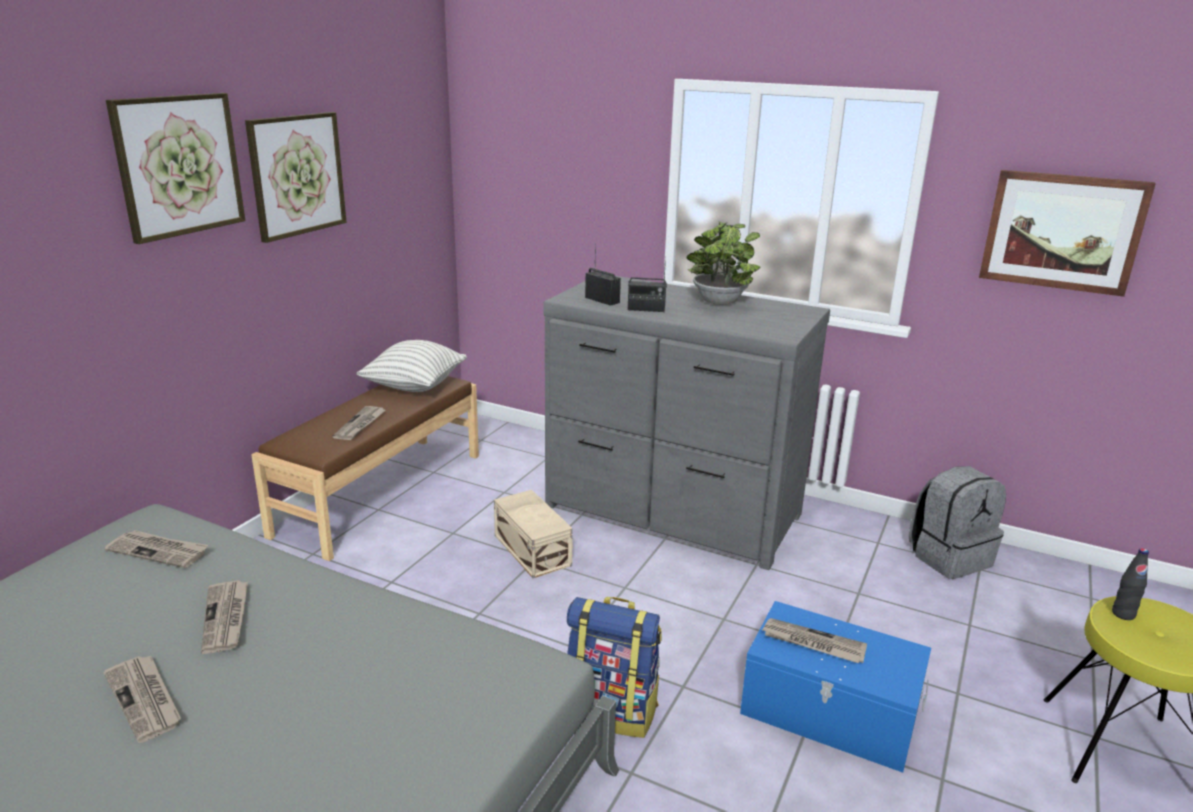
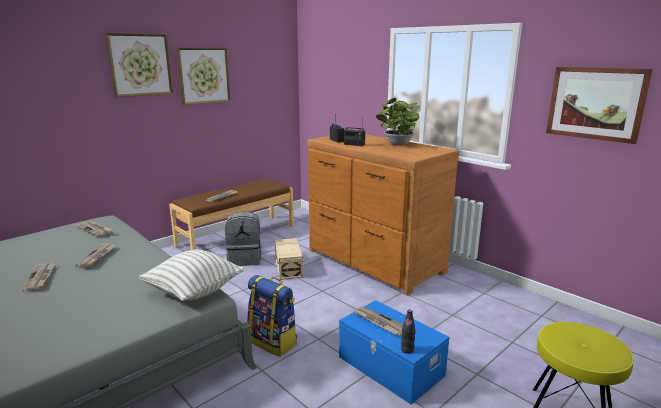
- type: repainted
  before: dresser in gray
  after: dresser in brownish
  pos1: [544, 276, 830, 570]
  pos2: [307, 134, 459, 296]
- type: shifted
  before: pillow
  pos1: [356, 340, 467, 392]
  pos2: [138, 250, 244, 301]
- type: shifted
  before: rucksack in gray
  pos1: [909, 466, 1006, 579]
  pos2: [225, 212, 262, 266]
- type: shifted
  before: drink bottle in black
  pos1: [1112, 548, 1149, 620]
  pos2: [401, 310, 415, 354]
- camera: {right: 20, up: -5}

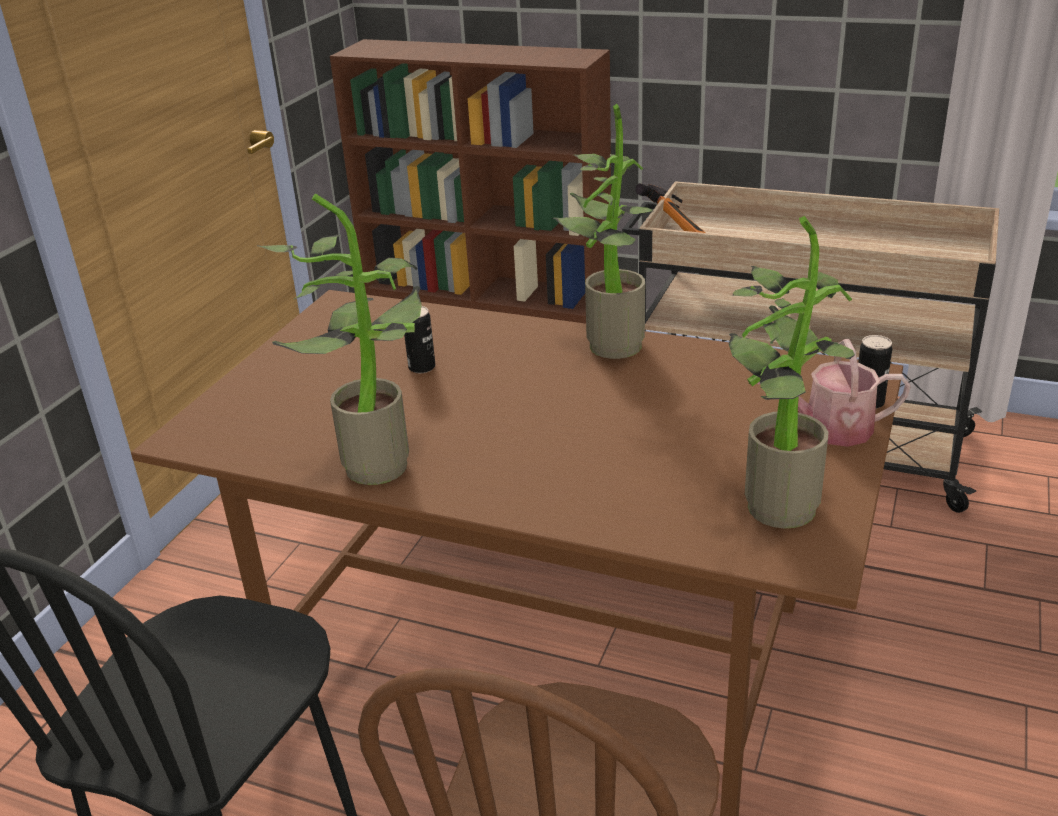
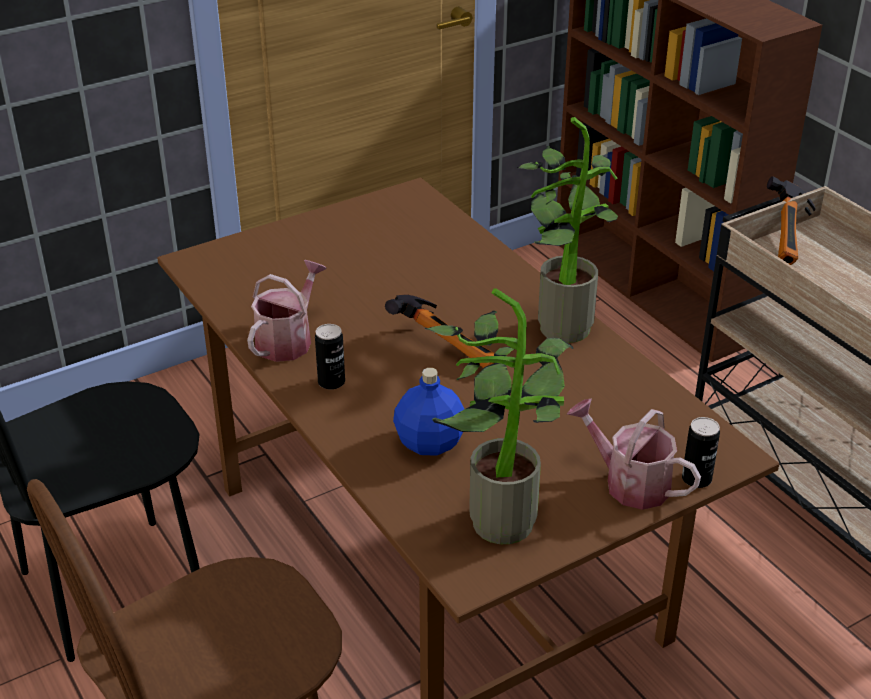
- type: swapped
  before: potted plant
  after: watering pot
  pos1: [257, 194, 422, 485]
  pos2: [247, 260, 327, 362]
- type: shifted
  before: sealed can
  pos1: [404, 306, 435, 373]
  pos2: [315, 324, 345, 390]
- type: new
  after: hand hammer
  pos2: [385, 294, 494, 368]
- type: new
  after: drink bottle in bluish
  pos2: [393, 368, 464, 456]
- camera: {right: 35, up: 5}

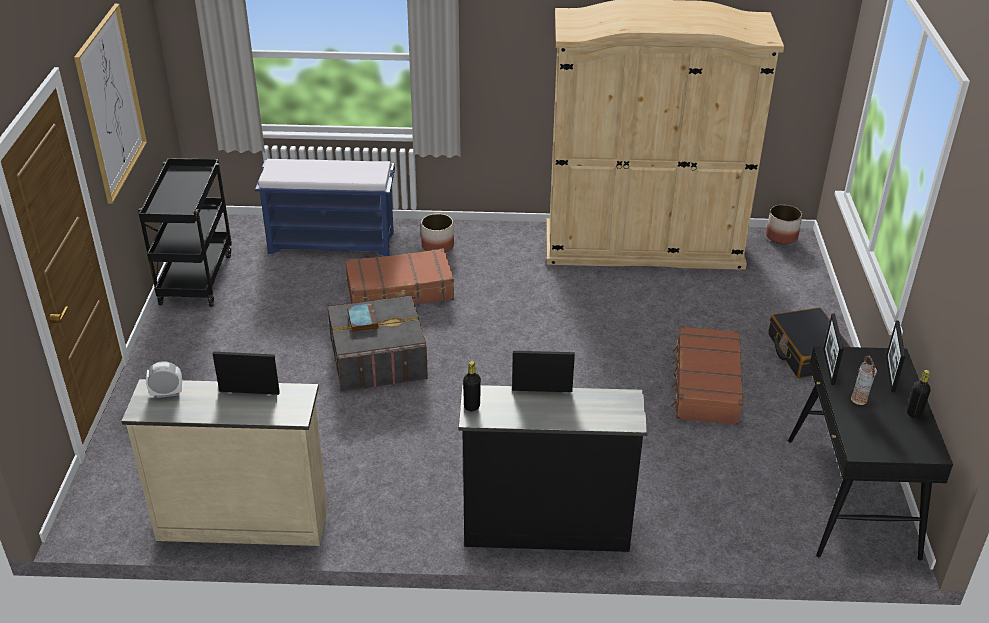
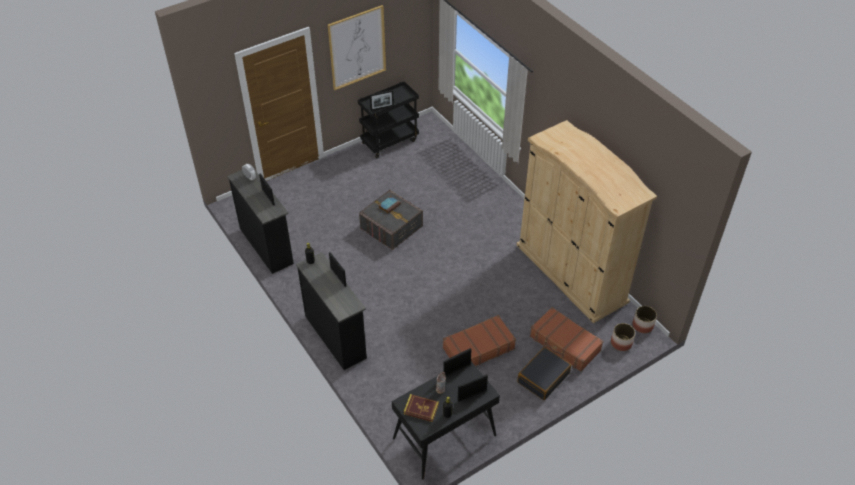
- type: gone
  before: bench in bluish
  pos1: [255, 159, 395, 256]
- type: shifted
  before: planter
  pos1: [421, 214, 454, 253]
  pos2: [611, 323, 635, 351]
- type: shifted
  before: piece of luggage in brownish
  pos1: [345, 248, 454, 305]
  pos2: [530, 307, 603, 372]
- type: repainted
  before: dresser in beige-coloured
  after: dresser in black
  pos1: [121, 379, 328, 546]
  pos2: [228, 170, 294, 274]
- type: new
  after: picture frame
  pos2: [370, 90, 394, 111]
- type: new
  after: volume
  pos2: [403, 394, 439, 422]
- camera: {right: 55, up: 10}

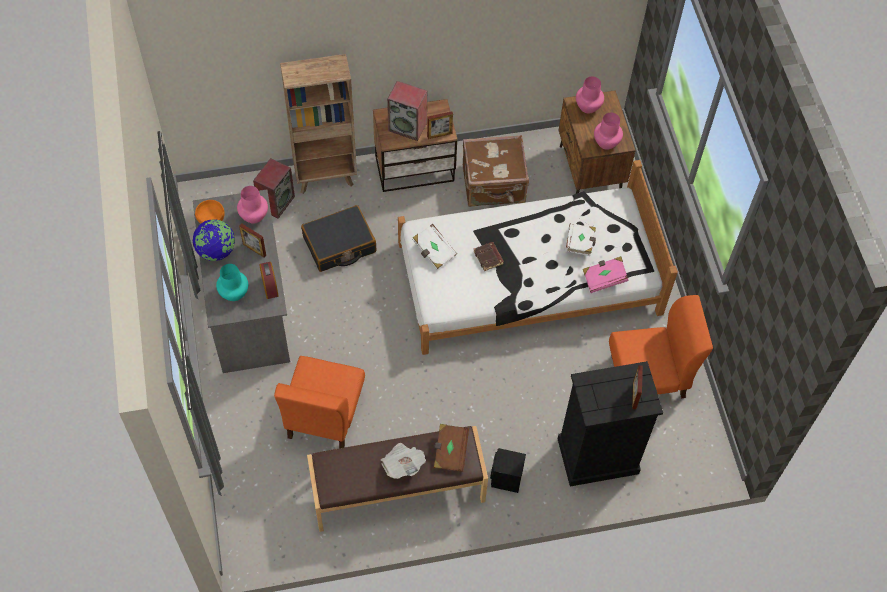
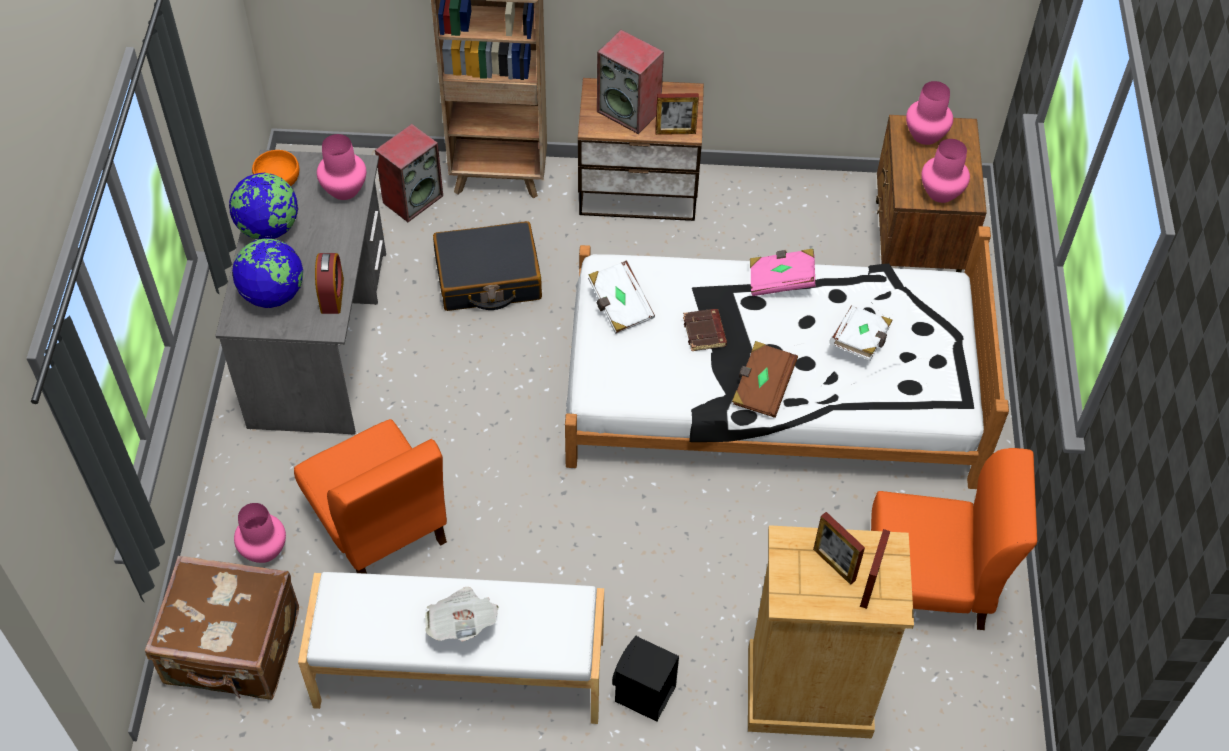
- type: shifted
  before: piece of luggage in brownish
  pos1: [463, 135, 529, 207]
  pos2: [145, 556, 299, 700]
- type: shifted
  before: picture frame
  pos1: [239, 223, 266, 257]
  pos2: [813, 512, 865, 585]
- type: shifted
  before: volume in pink-coloured
  pos1: [583, 256, 629, 293]
  pos2: [750, 249, 816, 296]
- type: swapped
  before: decorative vase in turquoise
  after: globe
  pos1: [216, 264, 248, 301]
  pos2: [232, 238, 303, 308]
- type: rotated
  before: plain chair in orange-coloured
  pos1: [274, 356, 365, 448]
  pos2: [294, 419, 447, 574]
  turn: -60
- type: repainted
  before: dresser in black
  after: dresser in beige-coloured
  pos1: [557, 361, 663, 486]
  pos2: [748, 525, 914, 738]
- type: shifted
  before: volume in brownish
  pos1: [434, 424, 469, 472]
  pos2: [732, 341, 798, 418]
- type: repainted
  before: bench in brownish
  after: bench in white
  pos1: [307, 426, 488, 532]
  pos2: [298, 572, 604, 724]
- type: new
  after: decorative vase in pink-coloured
  pos2: [234, 503, 286, 563]
- camera: {right: 15, up: -5}

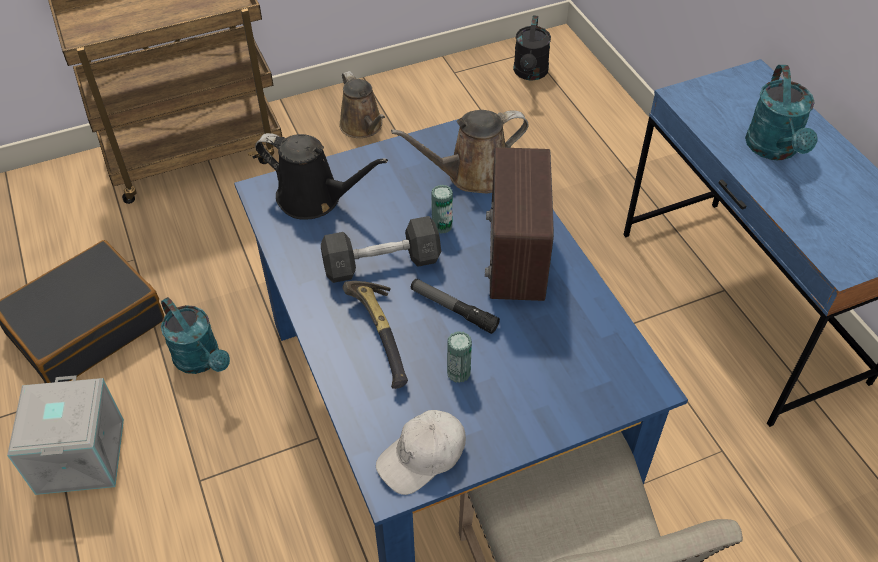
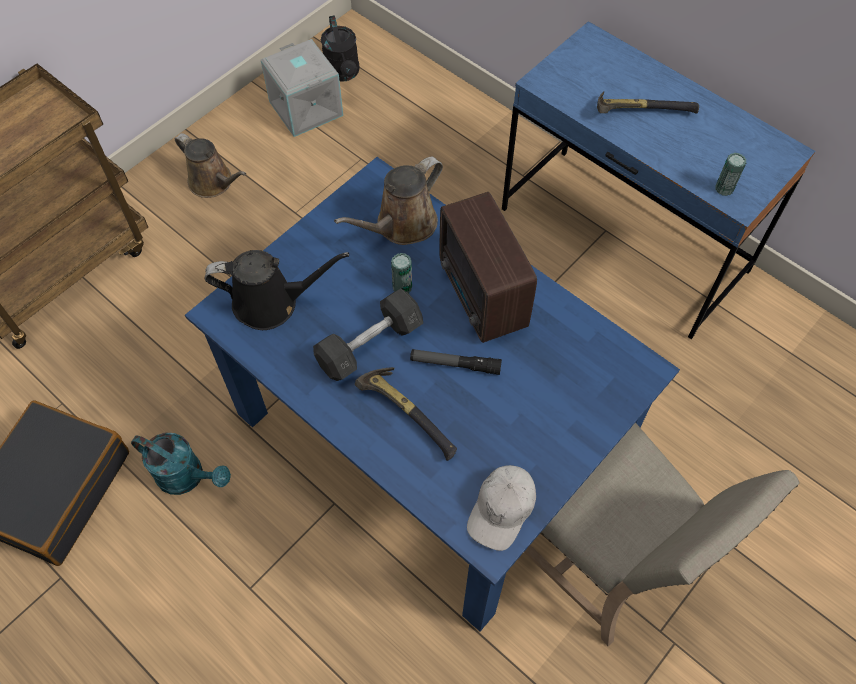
- type: swapped
  before: watering pot in turquoise
  after: hand hammer
  pos1: [745, 65, 818, 160]
  pos2: [597, 91, 699, 113]
- type: shifted
  before: sealed can
  pos1: [447, 331, 472, 383]
  pos2: [715, 153, 746, 196]
- type: shifted
  before: storage container in gray
  pos1: [7, 375, 124, 495]
  pos2: [261, 39, 343, 137]
- camera: {right: -25, up: 10}

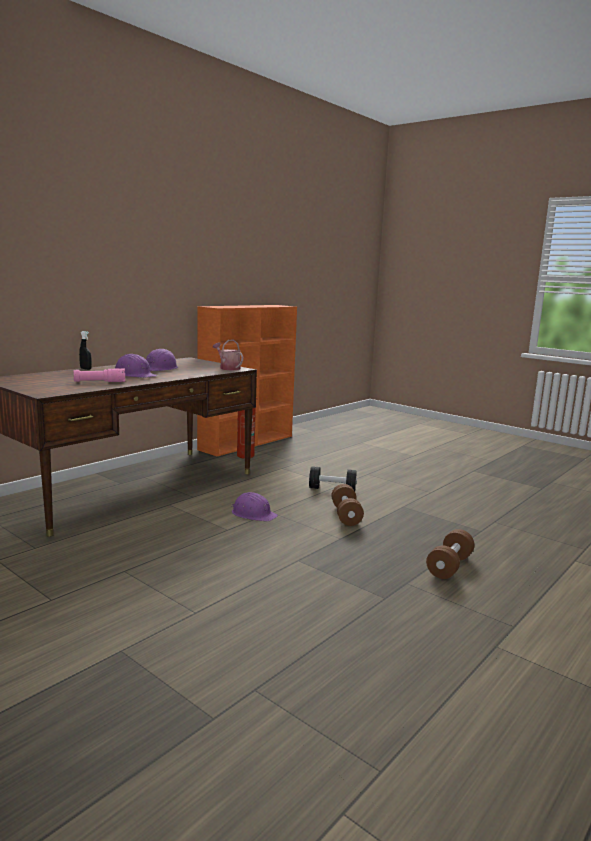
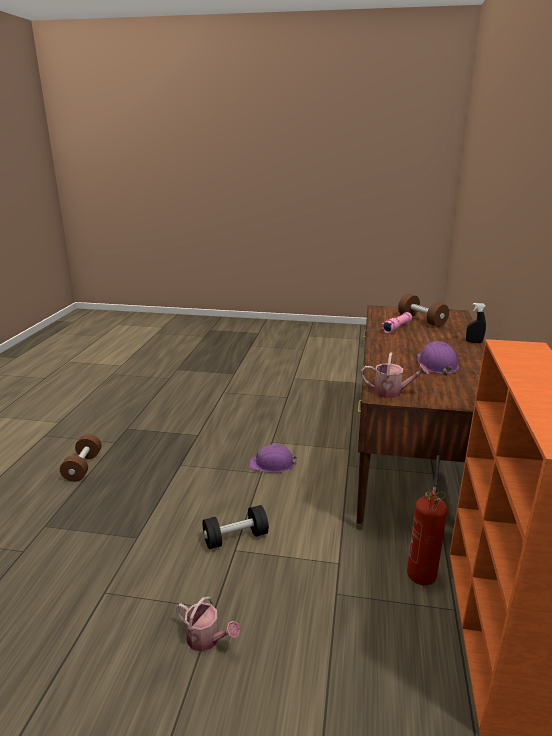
- type: gone
  before: safety helmet in purple-coloured
  pos1: [115, 354, 157, 378]
- type: shifted
  before: free weight in brownish
  pos1: [331, 484, 364, 526]
  pos2: [398, 294, 449, 327]
- type: new
  after: watering pot
  pos2: [176, 597, 240, 652]
- camera: {right: 150, up: 10}

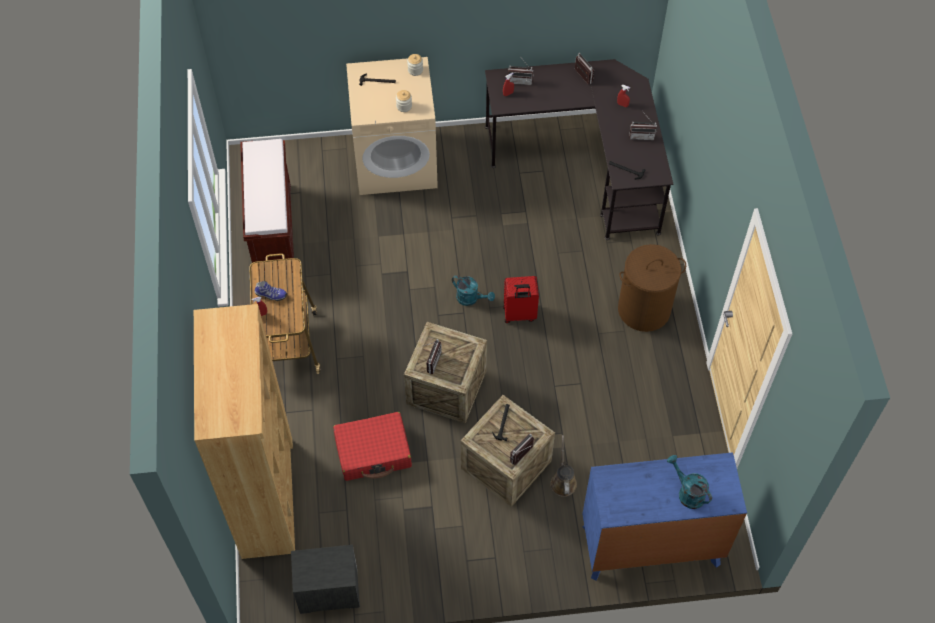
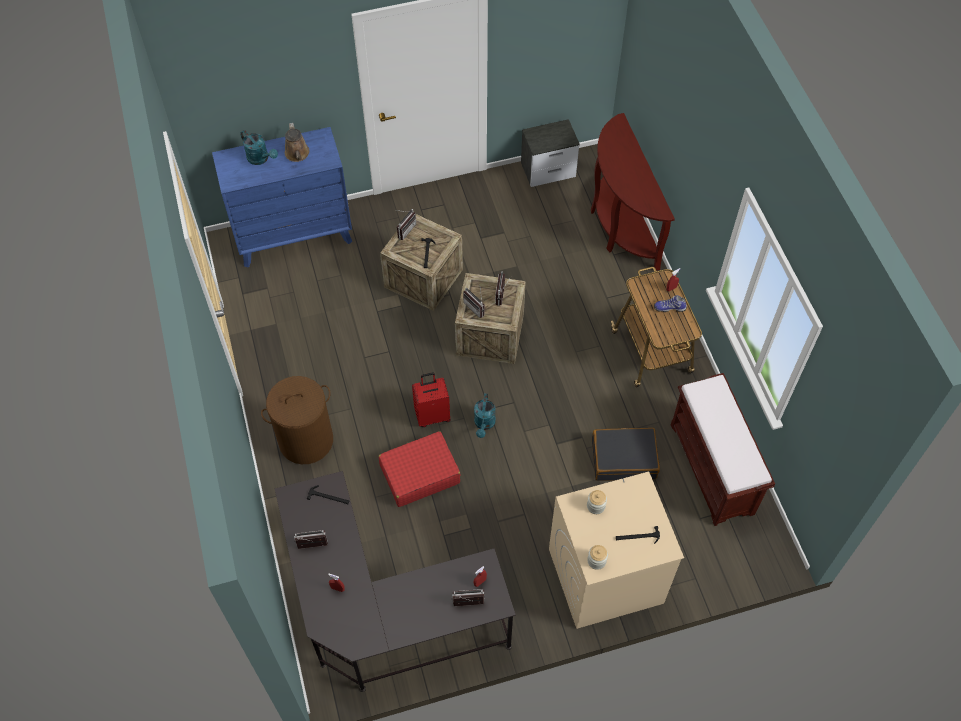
- type: shifted
  before: radio
  pos1: [575, 53, 594, 84]
  pos2: [463, 287, 485, 318]
- type: rotated
  before: watering pot in turquoise
  pos1: [452, 275, 495, 306]
  pos2: [474, 393, 496, 438]
  turn: -105
- type: swapped
  before: bookshelf in brownish
  after: console table in brownish
  pos1: [194, 304, 295, 559]
  pos2: [591, 113, 675, 271]
- type: shifted
  before: piece of luggage in red
  pos1: [333, 412, 412, 481]
  pos2: [378, 431, 461, 507]
- type: shifted
  before: watering pot in brownish
  pos1: [550, 435, 577, 497]
  pos2: [285, 123, 310, 162]
- type: new
  after: piece of luggage in black
  pos2: [592, 428, 660, 481]
- camera: {right: 170, up: 0}

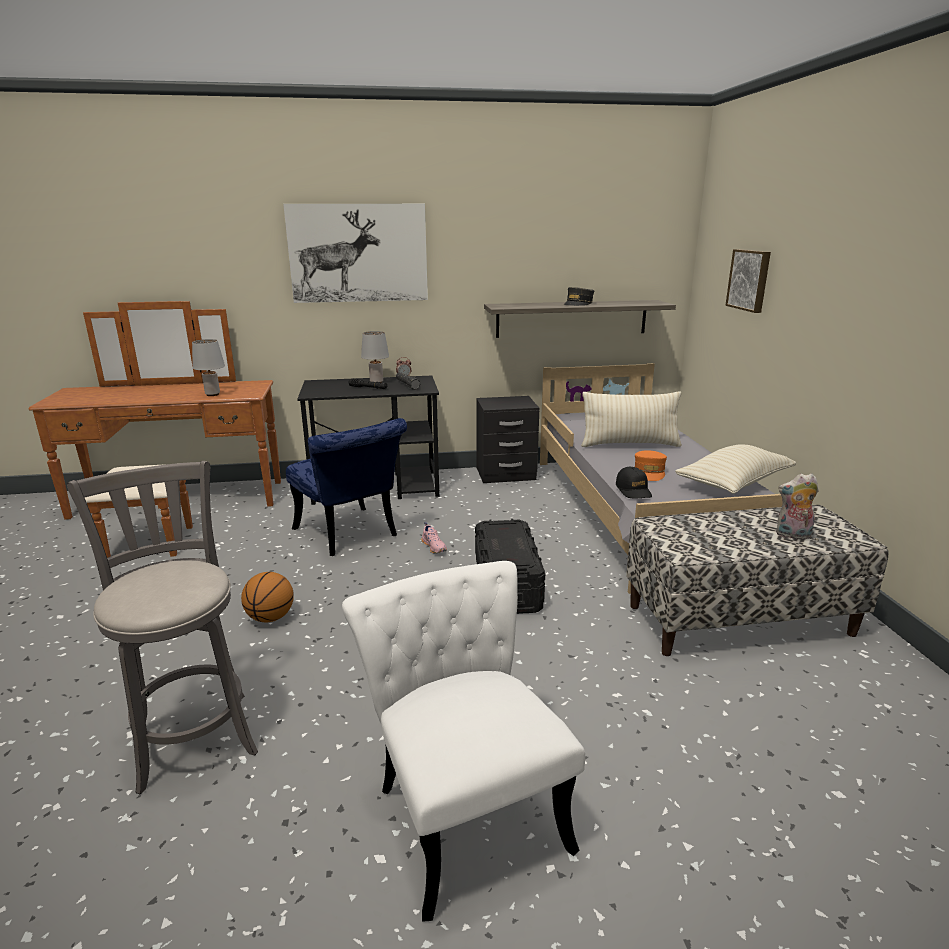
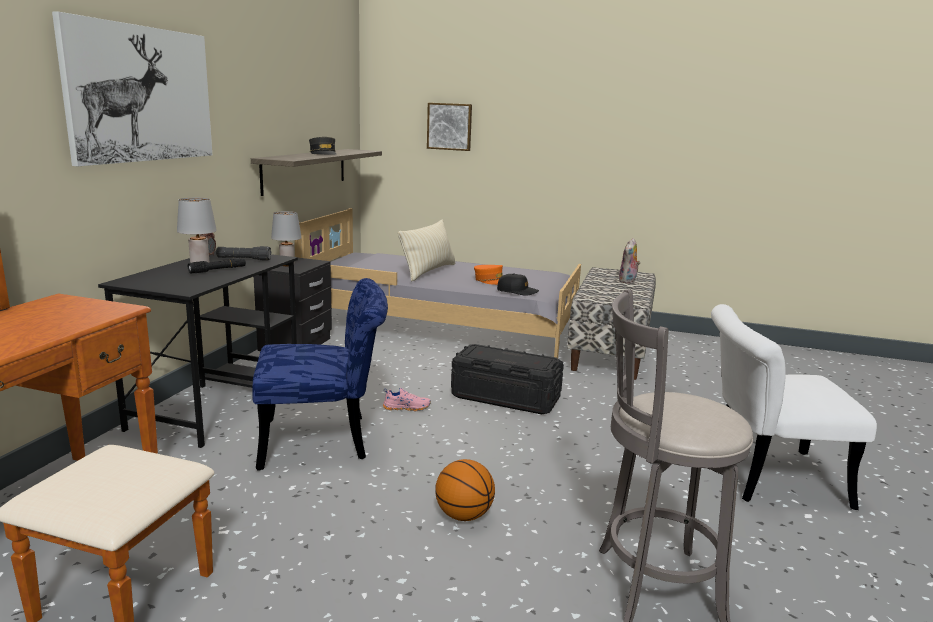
- type: shifted
  before: lamp for a table in gray
  pos1: [192, 339, 225, 396]
  pos2: [271, 211, 302, 266]
- type: gone
  before: pillow in beige-coloured
  pos1: [675, 445, 796, 494]
- camera: {right: -65, up: -5}

